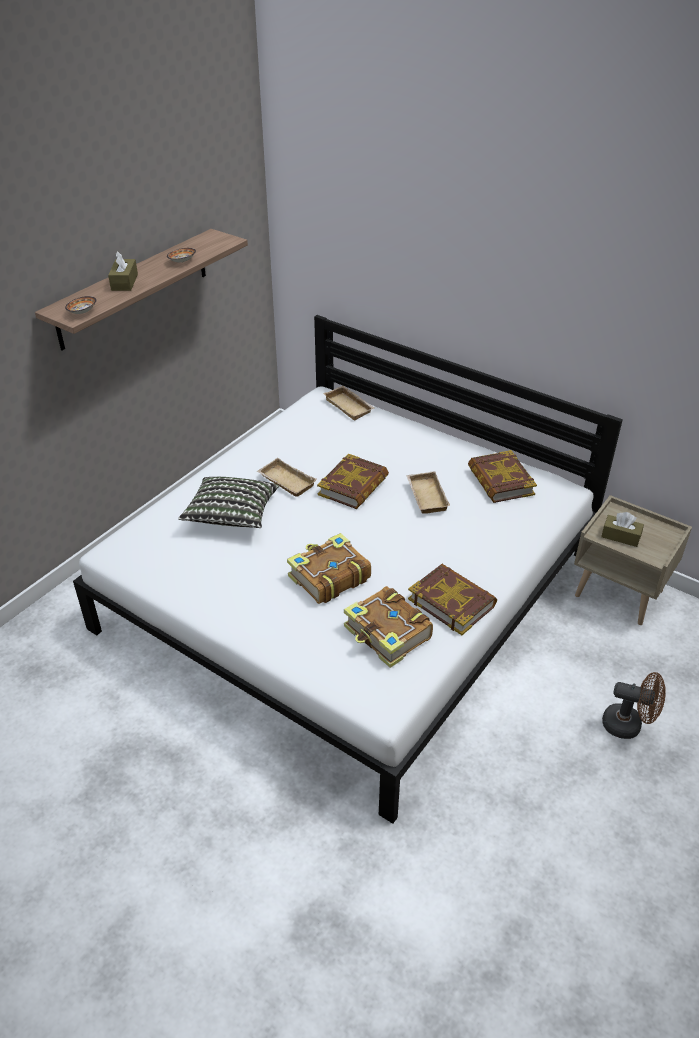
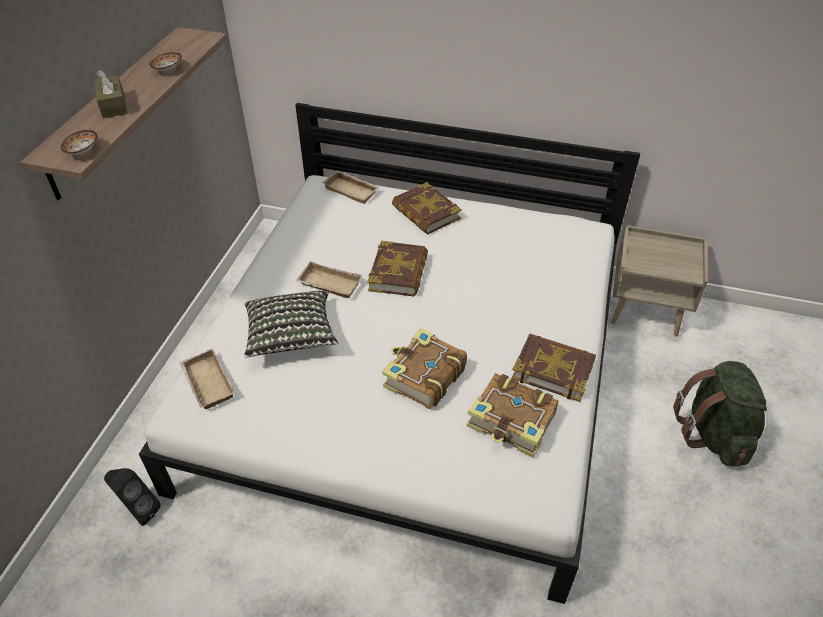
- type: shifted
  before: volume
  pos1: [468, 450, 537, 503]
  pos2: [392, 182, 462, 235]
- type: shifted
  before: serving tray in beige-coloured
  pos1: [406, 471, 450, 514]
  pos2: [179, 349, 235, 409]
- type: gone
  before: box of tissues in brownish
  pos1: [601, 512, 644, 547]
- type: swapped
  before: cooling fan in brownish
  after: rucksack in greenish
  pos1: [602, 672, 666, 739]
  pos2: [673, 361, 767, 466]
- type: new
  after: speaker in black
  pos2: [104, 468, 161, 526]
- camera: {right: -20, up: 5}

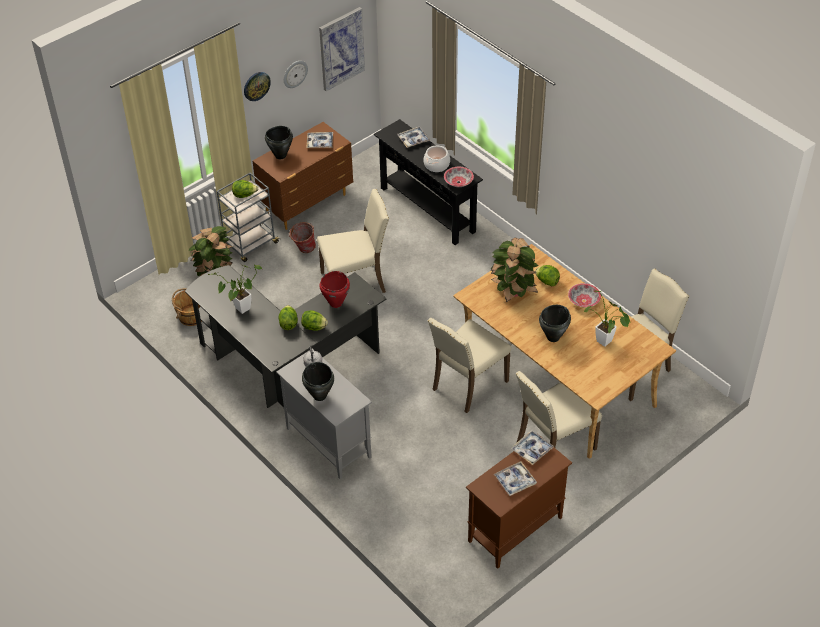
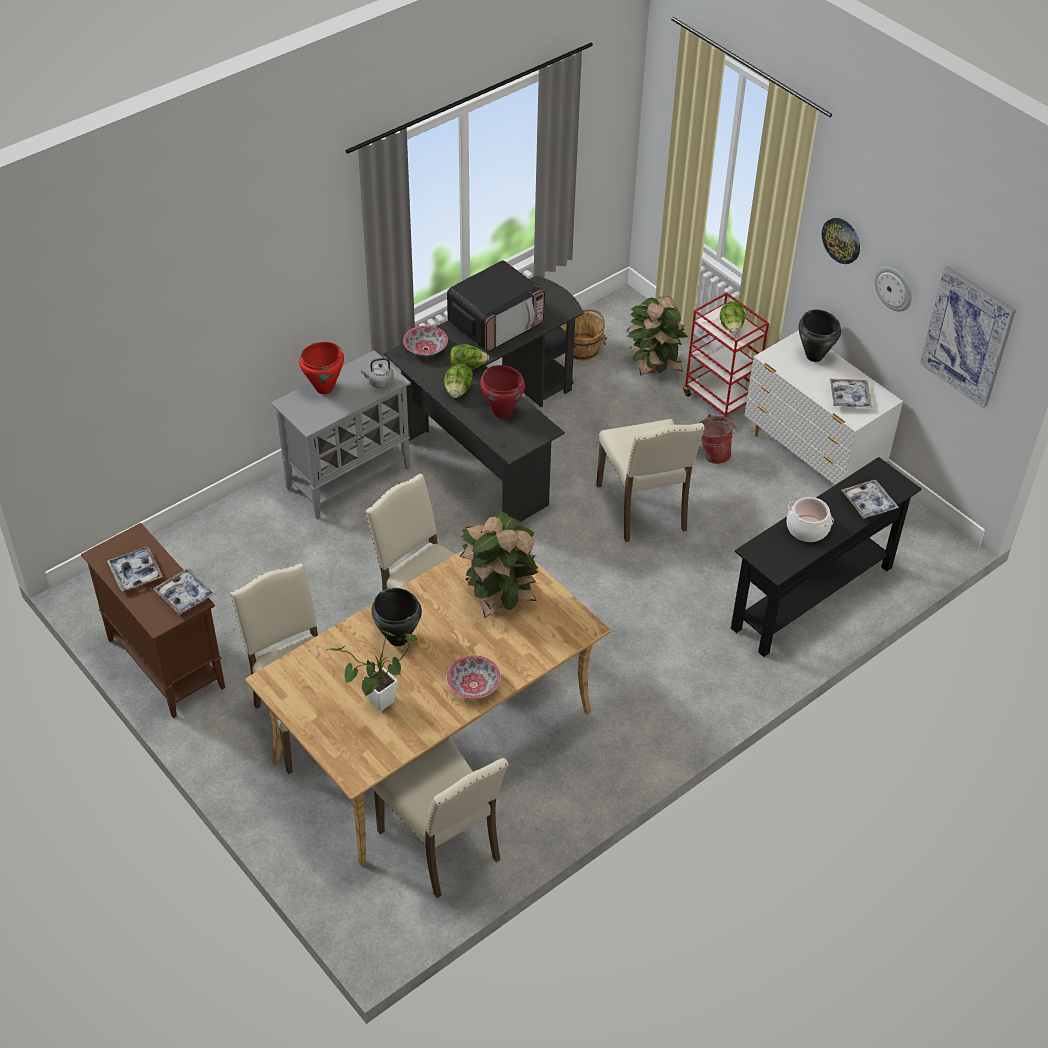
- type: repainted
  before: dresser in brownish
  after: dresser in white
  pos1: [253, 122, 353, 230]
  pos2: [744, 330, 903, 485]
- type: shifted
  before: bowl
  pos1: [444, 167, 474, 187]
  pos2: [403, 325, 448, 356]
- type: repainted
  before: trolley in gray
  after: trolley in red
  pos1: [217, 173, 279, 262]
  pos2: [683, 292, 769, 418]
- type: swapped
  before: potted plant
  after: microwave oven
  pos1: [208, 265, 262, 314]
  pos2: [447, 260, 545, 352]
- type: gone
  before: head of lettuce
  pos1: [535, 265, 560, 286]
- type: repainted
  before: saucepot in black
  after: saucepot in red
  pos1: [302, 362, 334, 401]
  pos2: [299, 342, 344, 394]
- camera: {right: 90, up: 0}

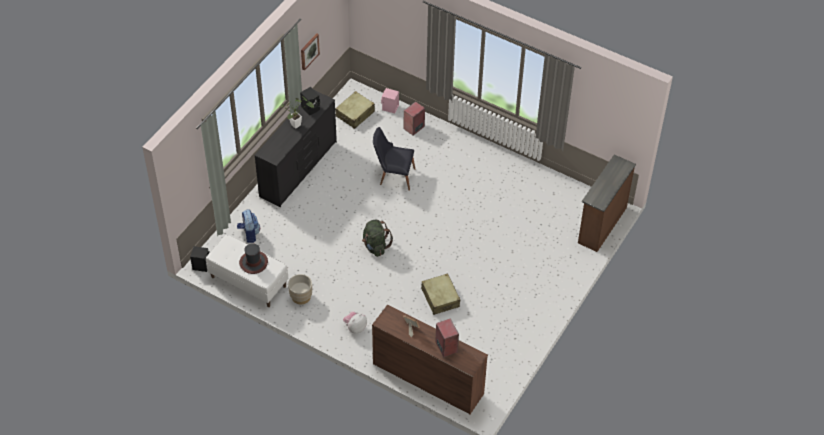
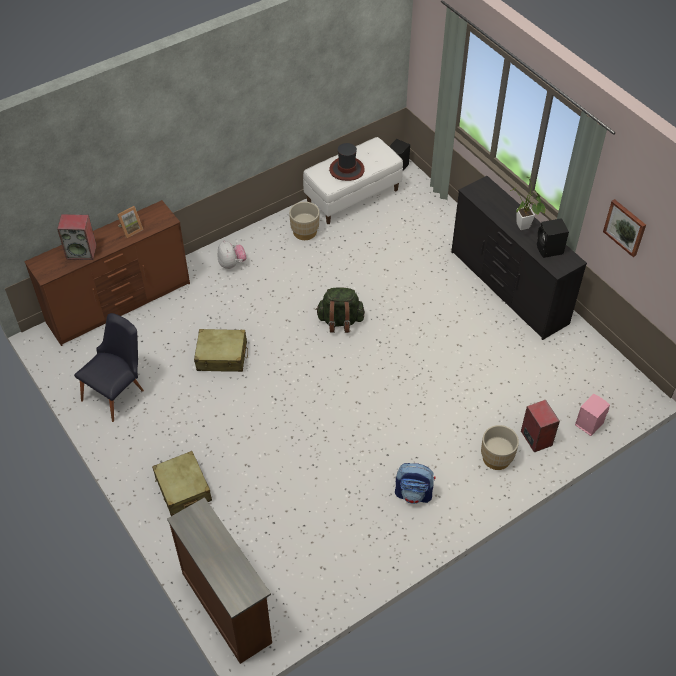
- type: shifted
  before: piece of luggage in beige-coloured
  pos1: [335, 91, 375, 129]
  pos2: [152, 451, 212, 516]
- type: shifted
  before: plain chair in black
  pos1: [373, 127, 415, 191]
  pos2: [74, 313, 144, 422]
- type: shifted
  before: rucksack
  pos1: [237, 209, 260, 243]
  pos2: [395, 463, 436, 504]
- type: new
  after: planter in beige-coloured
  pos2: [481, 425, 519, 470]
- camera: {right: 115, up: 0}

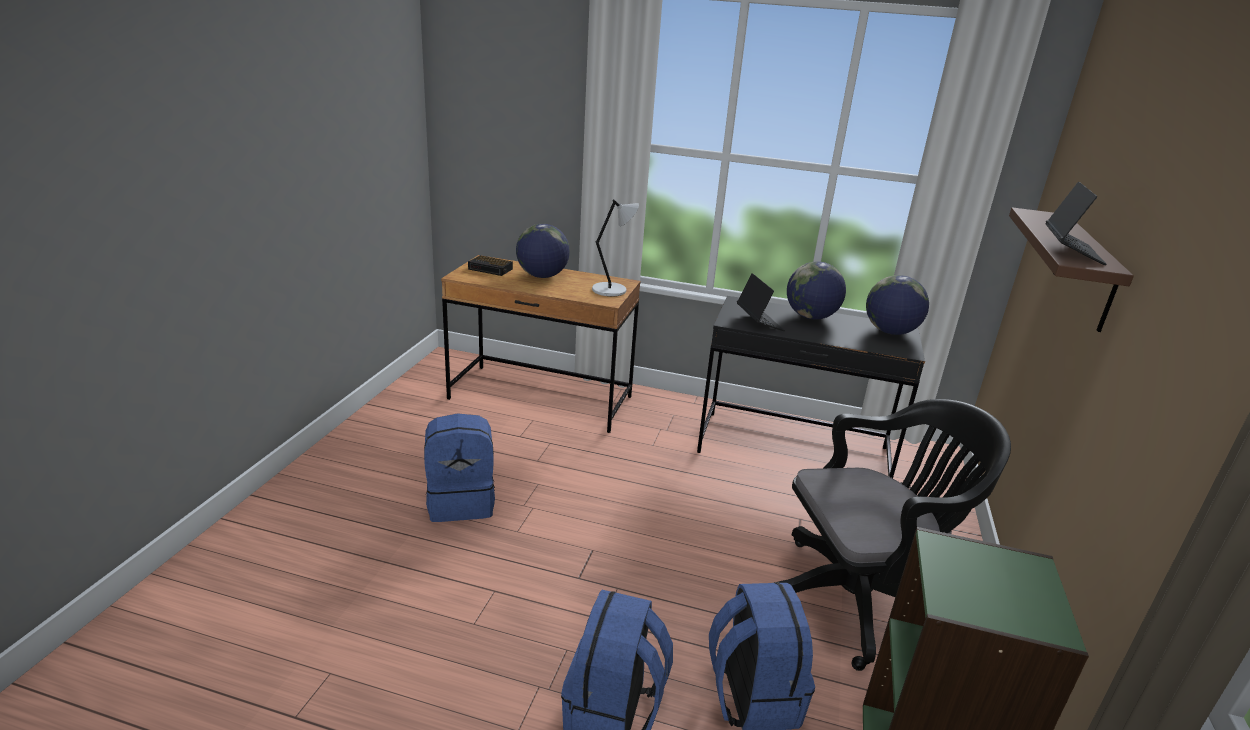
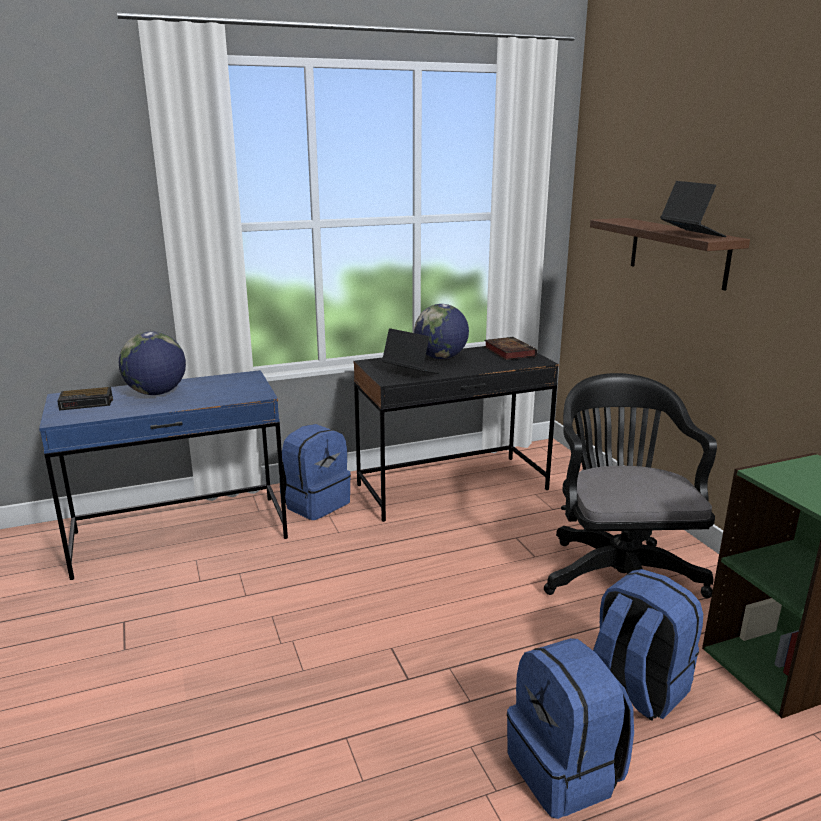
- type: gone
  before: lamp for a table in gray
  pos1: [592, 199, 639, 297]
- type: repainted
  before: desk unit in brownish
  after: desk unit in bluish
  pos1: [441, 255, 641, 433]
  pos2: [39, 370, 288, 580]
- type: swapped
  before: globe
  after: volume
  pos1: [866, 275, 929, 335]
  pos2: [484, 337, 537, 360]
- type: rotated
  before: office chair in black
  pos1: [777, 399, 1011, 671]
  pos2: [544, 373, 717, 598]
  turn: -45
- type: shifted
  before: rucksack in bluish
  pos1: [424, 414, 495, 522]
  pos2: [282, 424, 351, 520]
- camera: {right: -35, up: -5}

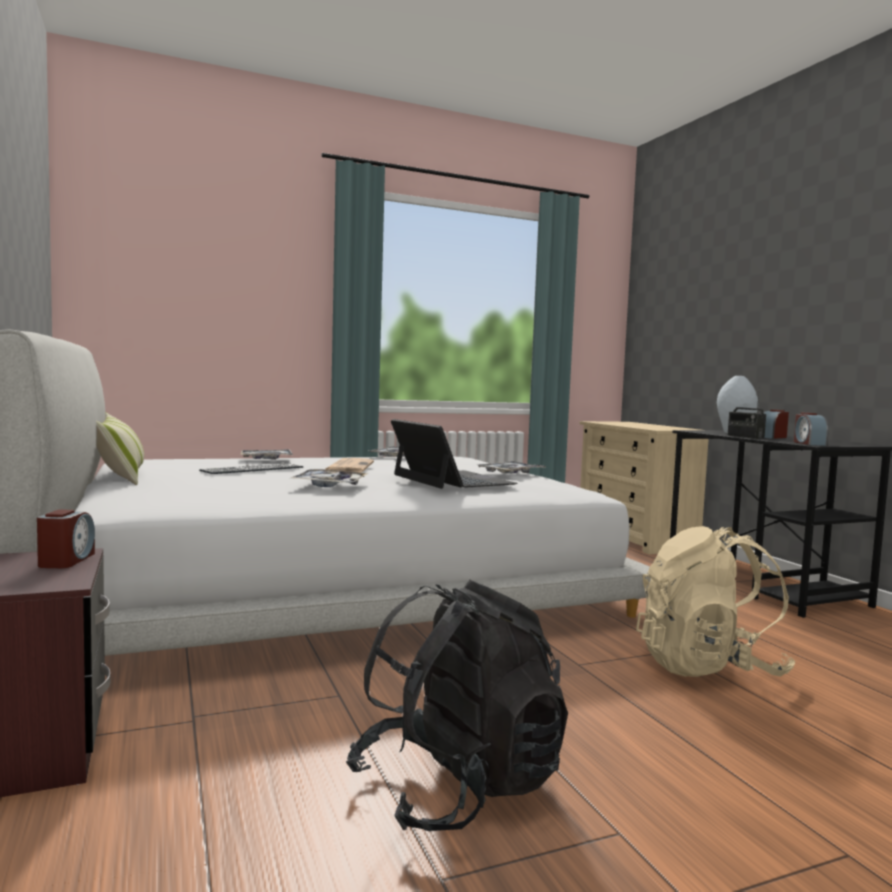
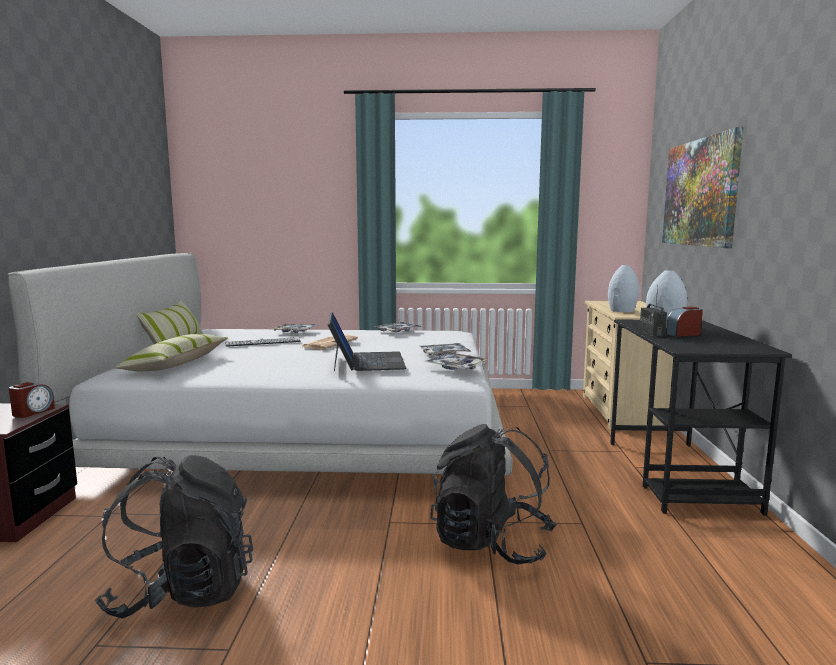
- type: gone
  before: bedside clock
  pos1: [794, 413, 829, 446]
- type: shifted
  before: serving tray
  pos1: [289, 469, 369, 487]
  pos2: [424, 353, 487, 370]
- type: repainted
  before: rucksack in beige-coloured
  after: rucksack in black
  pos1: [636, 526, 796, 677]
  pos2: [430, 424, 557, 565]
- type: new
  after: picture
  pos2: [662, 127, 743, 248]
- type: new
  after: decorative vase in gray
  pos2: [608, 265, 639, 312]
- type: new
  after: pillow
  pos2: [114, 334, 228, 371]
- camera: {right: 25, up: 5}

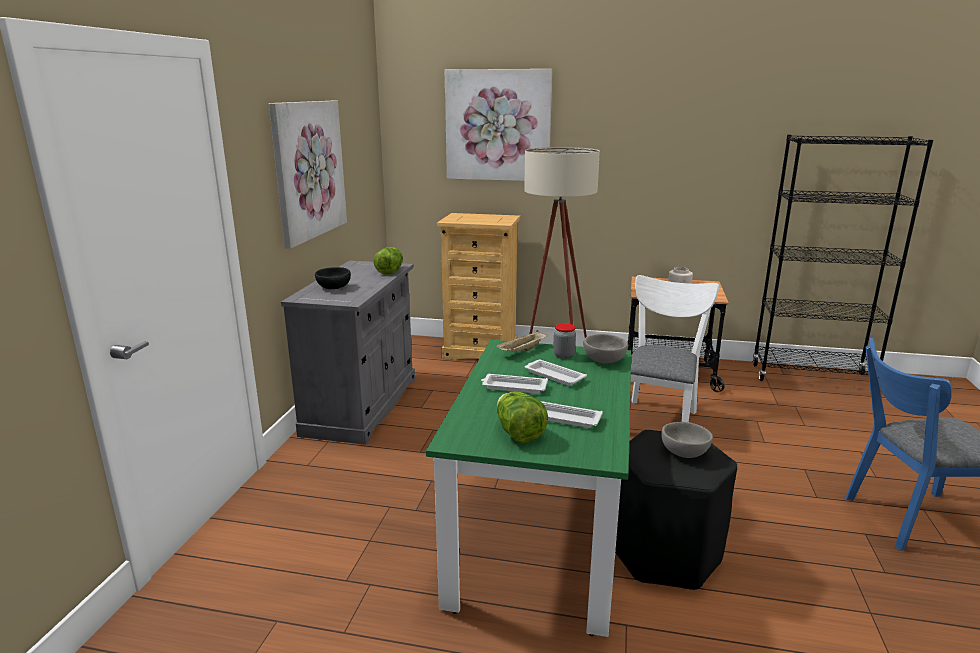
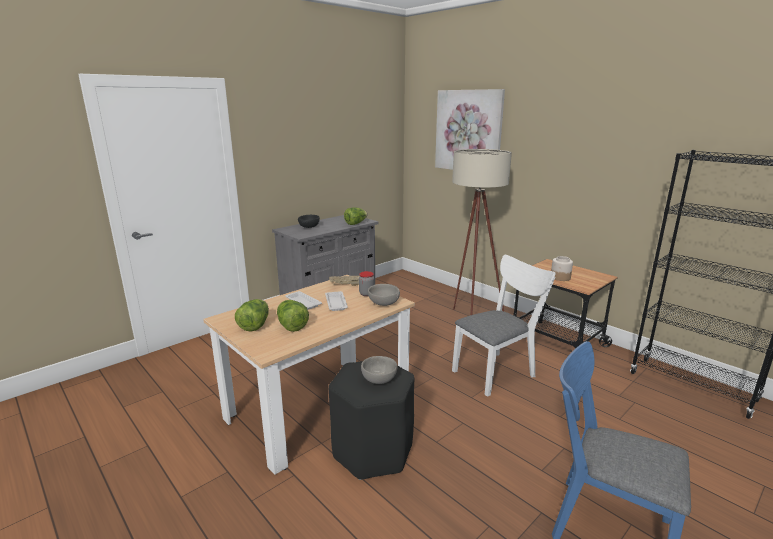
- type: gone
  before: picture
  pos1: [269, 101, 347, 249]
- type: gone
  before: dresser in beige-coloured
  pos1: [437, 213, 520, 360]
- type: repainted
  before: dinner table in greenish
  after: dinner table in beige-coloured
  pos1: [426, 340, 631, 637]
  pos2: [203, 275, 415, 475]
- type: swapped
  before: serving tray in white
  after: head of lettuce
  pos1: [541, 401, 603, 428]
  pos2: [277, 300, 309, 332]
- camera: {right: 35, up: 0}

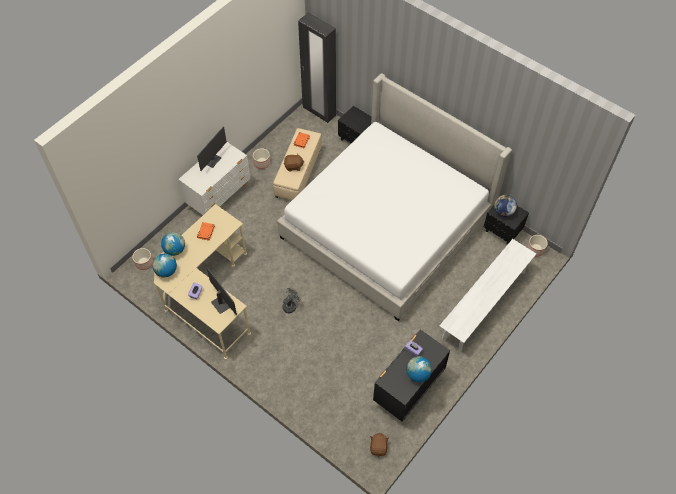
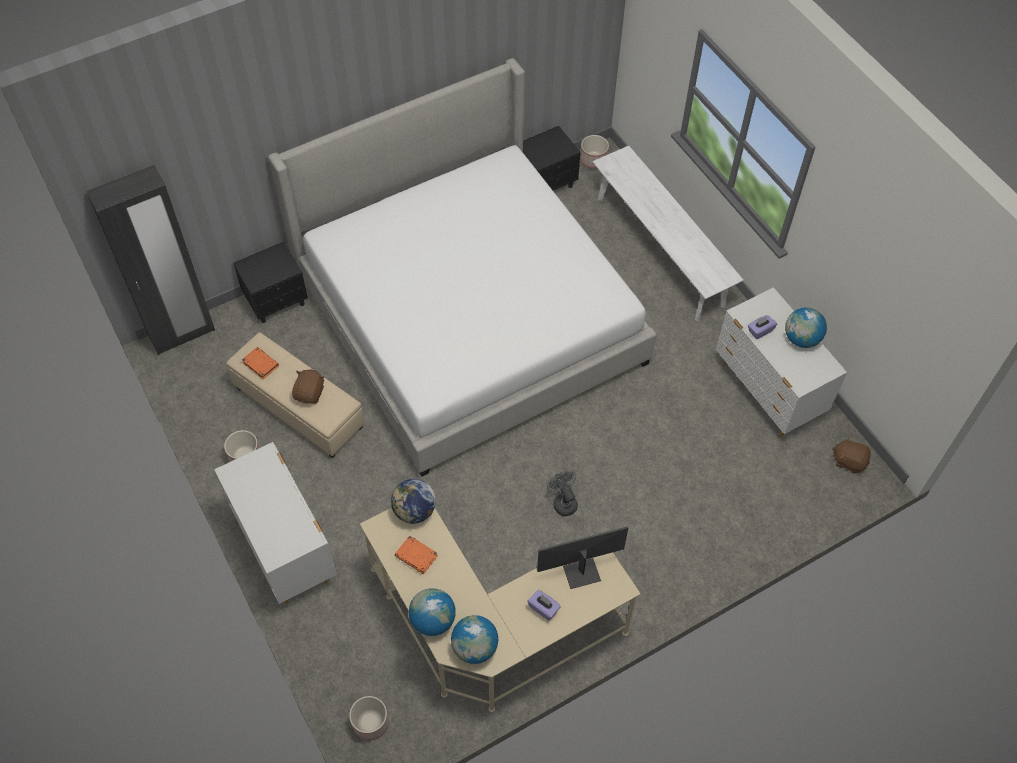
- type: gone
  before: monitor
  pos1: [197, 126, 227, 171]
- type: shifted
  before: globe
  pos1: [494, 195, 517, 217]
  pos2: [391, 479, 436, 524]
- type: repainted
  before: dresser in black
  after: dresser in white
  pos1: [373, 329, 450, 422]
  pos2: [716, 287, 847, 437]
- camera: {right: -70, up: 0}

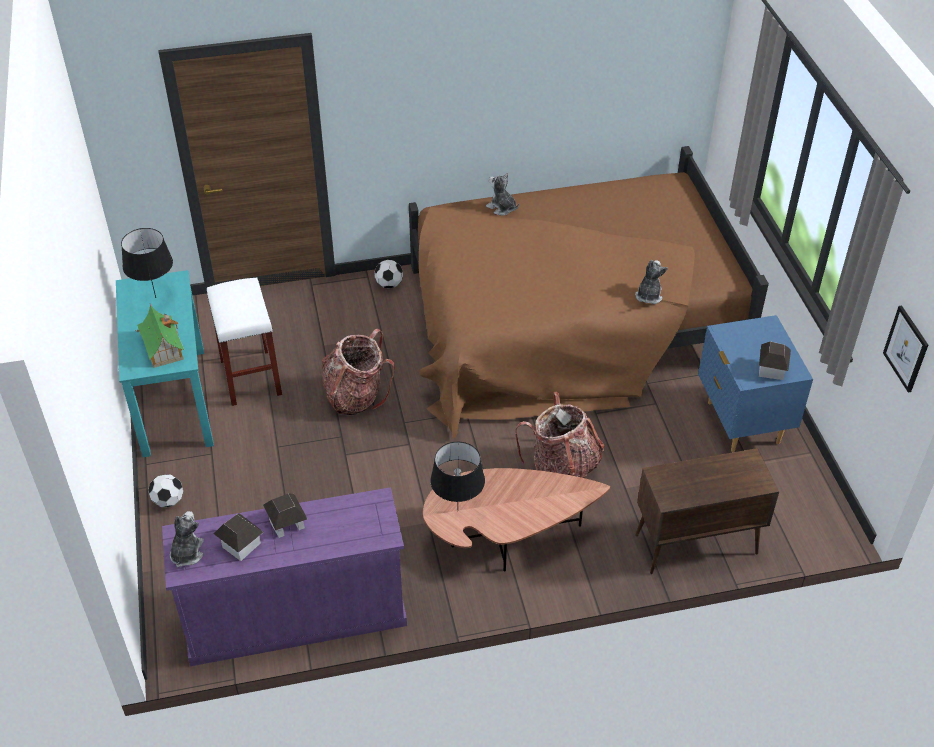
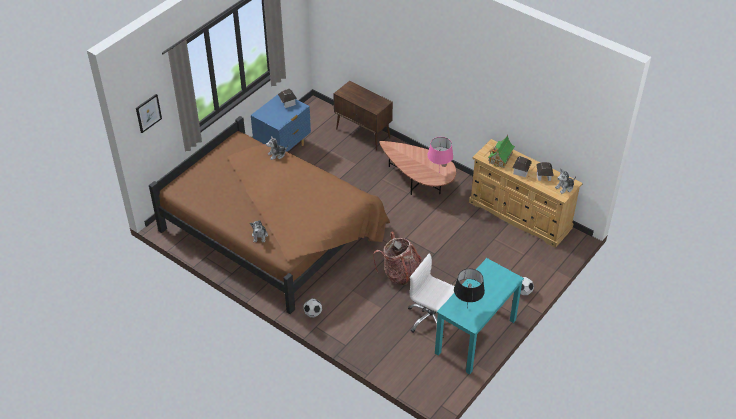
- type: swapped
  before: stool in white
  after: office chair in white
  pos1: [207, 277, 282, 406]
  pos2: [408, 254, 454, 338]
- type: shifted
  before: model house
  pos1: [135, 304, 184, 368]
  pos2: [488, 134, 515, 168]
- type: shifted
  before: picture
  pos1: [883, 305, 928, 393]
  pos2: [136, 94, 162, 133]
- type: gone
  before: rucksack
  pos1: [515, 392, 604, 478]
- type: repainted
  before: lamp for a table in black
  after: lamp for a table in pink-coloured
  pos1: [430, 442, 485, 502]
  pos2: [427, 137, 453, 171]
- type: repainted
  before: dresser in purple-coloured
  after: dresser in beige-coloured
  pos1: [162, 487, 407, 666]
  pos2: [469, 139, 583, 248]
- camera: {right: -130, up: 0}

